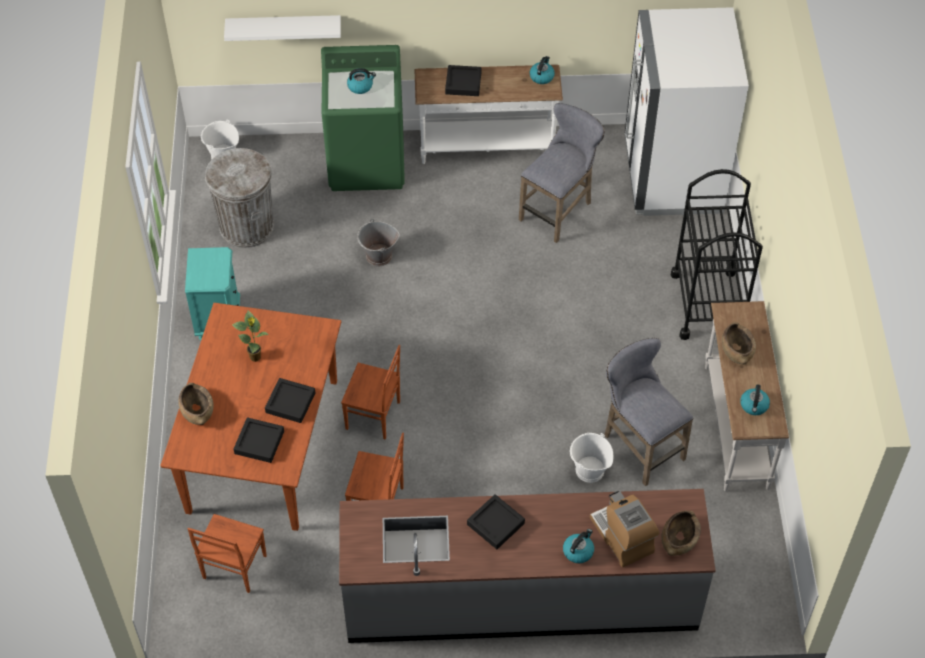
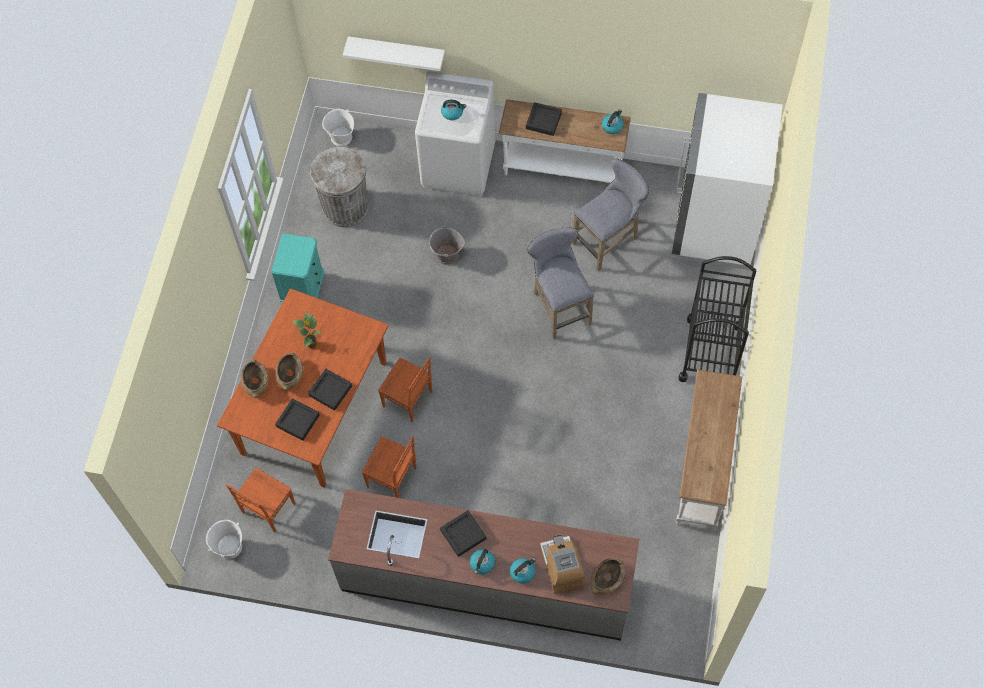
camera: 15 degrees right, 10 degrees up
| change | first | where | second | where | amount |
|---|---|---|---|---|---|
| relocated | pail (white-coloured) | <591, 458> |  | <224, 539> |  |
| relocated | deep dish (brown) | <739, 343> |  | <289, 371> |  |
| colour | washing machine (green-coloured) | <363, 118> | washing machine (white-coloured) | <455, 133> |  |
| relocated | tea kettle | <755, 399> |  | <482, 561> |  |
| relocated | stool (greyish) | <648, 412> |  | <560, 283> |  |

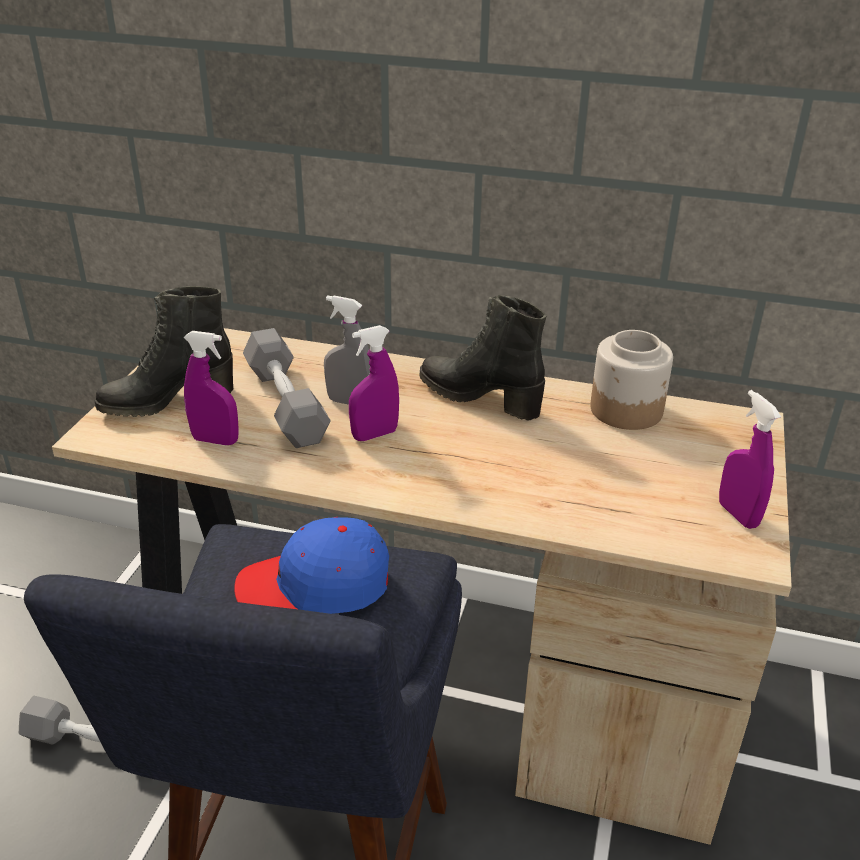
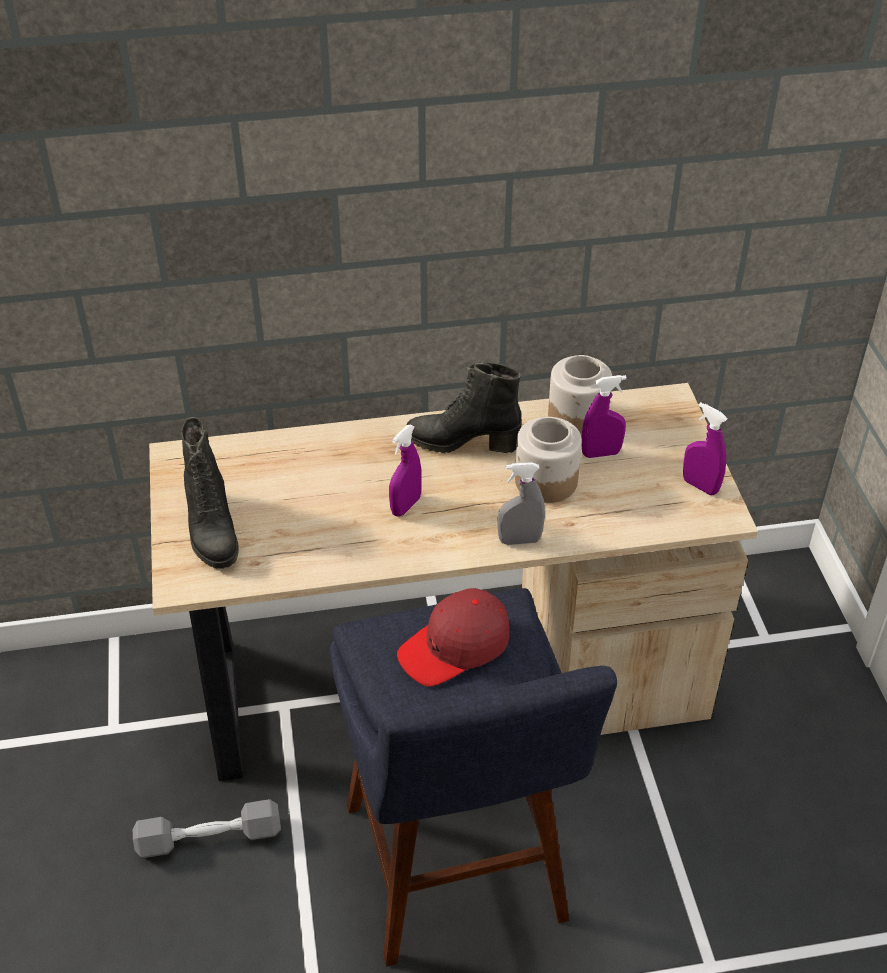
camera: 25 degrees left, 10 degrees up
| change | first | where | second | where | amount |
|---|---|---|---|---|---|
| spun | high-top boot (black) | <164, 351> |  | <210, 493> | 60 degrees counterclockwise |
| colour | cap (blue) | <311, 565> | cap (reddish) | <453, 637> |  |
| relocated | sprayer (greyish) | <347, 350> |  | <521, 503> |  |
| appeared |  |  | storage jar | <548, 460> |  |
| relocated | sprayer (purple) | <211, 388> |  | <604, 416> |  |
| missing | hand weight (greyish) | <287, 388> |  |  |  |

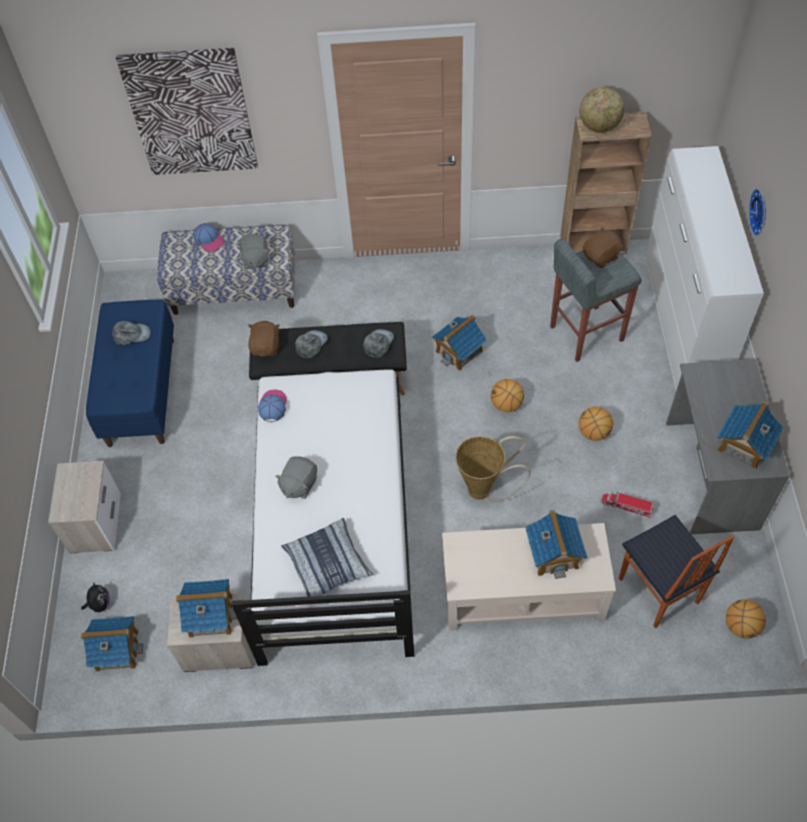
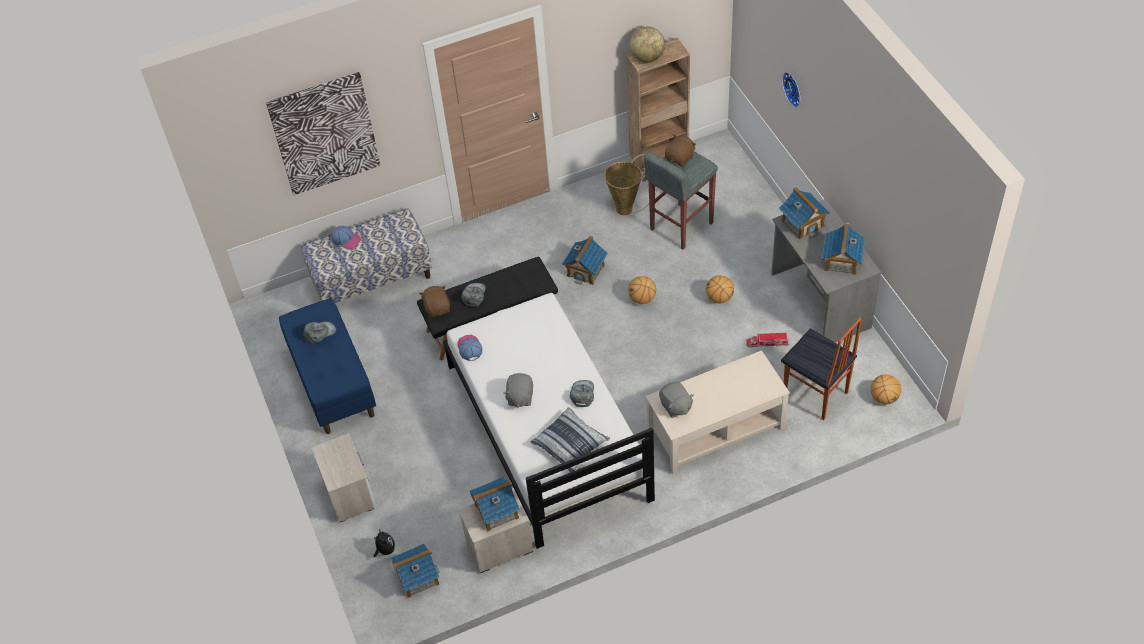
camera: 20 degrees left, 5 degrees down
| change | first | where | second | where | amount |
|---|---|---|---|---|---|
| relocated | cap (greyish) | <378, 343> |  | <582, 393> |  |
| relocated | storage basket | <493, 469> |  | <631, 184> |  |
| relocated | plush toy (greyish) | <253, 251> |  | <676, 400> |  |
| relocated | toy house | <556, 544> |  | <804, 213> |  |
| missing | drawer chest (white-coloured) | <704, 268> |  |  |  |

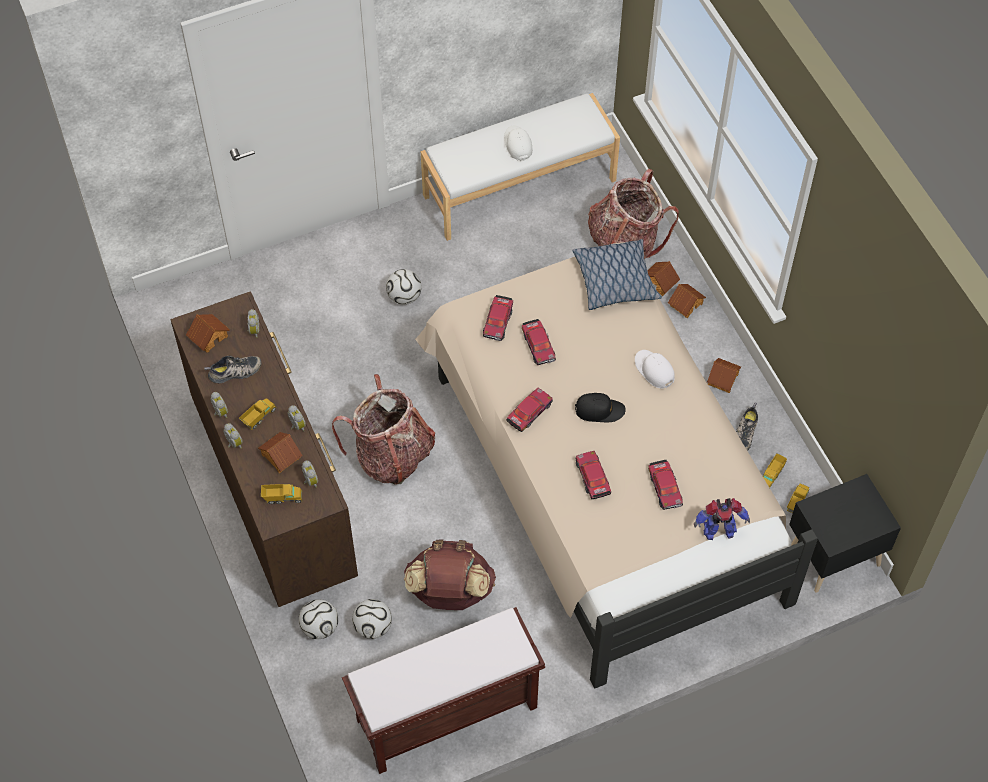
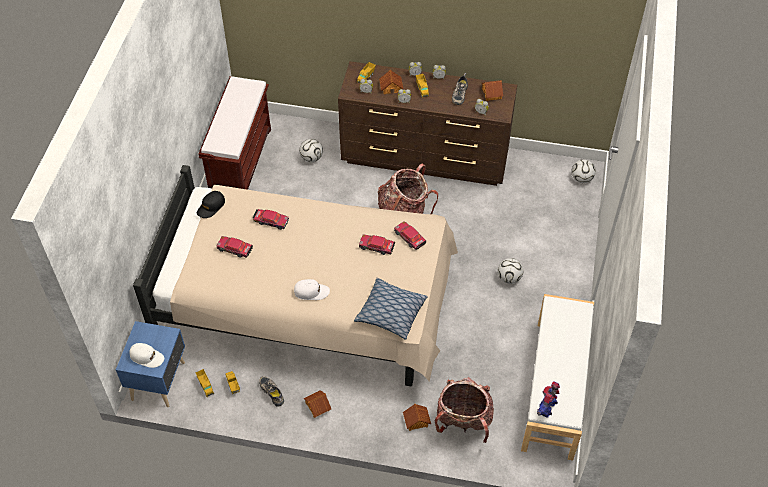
camera: 125 degrees right, 5 degrees down
| change | first | where | second | where | amount |
|---|---|---|---|---|---|
| colour | night table (black) | <845, 533> | night table (blue) | <150, 364> |  |
| relocated | cap (white-coloured) | <518, 143> |  | <146, 355> |  |
| relocated | cap (black) | <600, 407> |  | <211, 204> |  |
| relocated | model robot | <722, 519> |  | <548, 399> |  |
| relocated | football | <318, 619> |  | <583, 171> |  |
| missing | knapsack (brown) | <450, 574> |  |  |  |
| missing | toy car | <529, 410> |  |  |  |
| missing | toy house | <687, 301> |  |  |  |

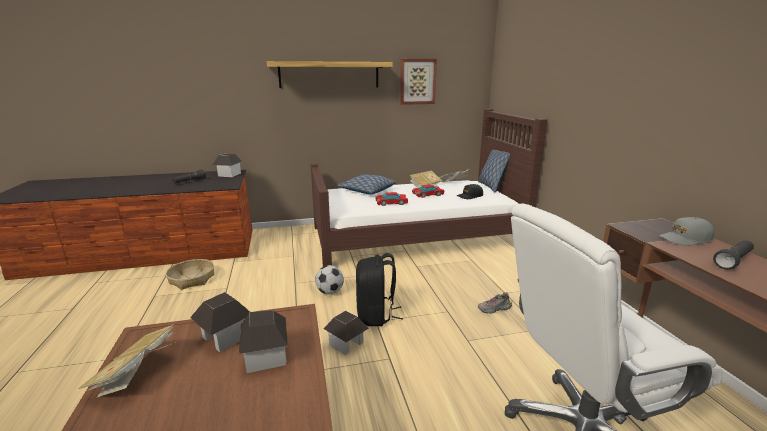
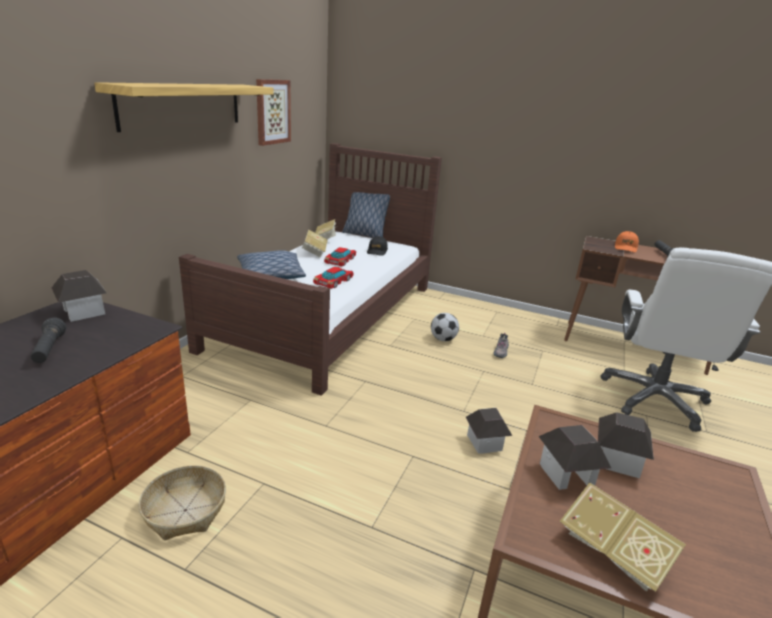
camera: 55 degrees left, 5 degrees up
| change | first | where | second | where | amount |
|---|---|---|---|---|---|
| relocated | football | <329, 279> |  | <445, 327> |  |
| colour | cap (greyish) | <686, 231> | cap (orange-coloured) | <627, 241> |  |
| missing | knapsack (black) | <379, 289> |  |  |  |

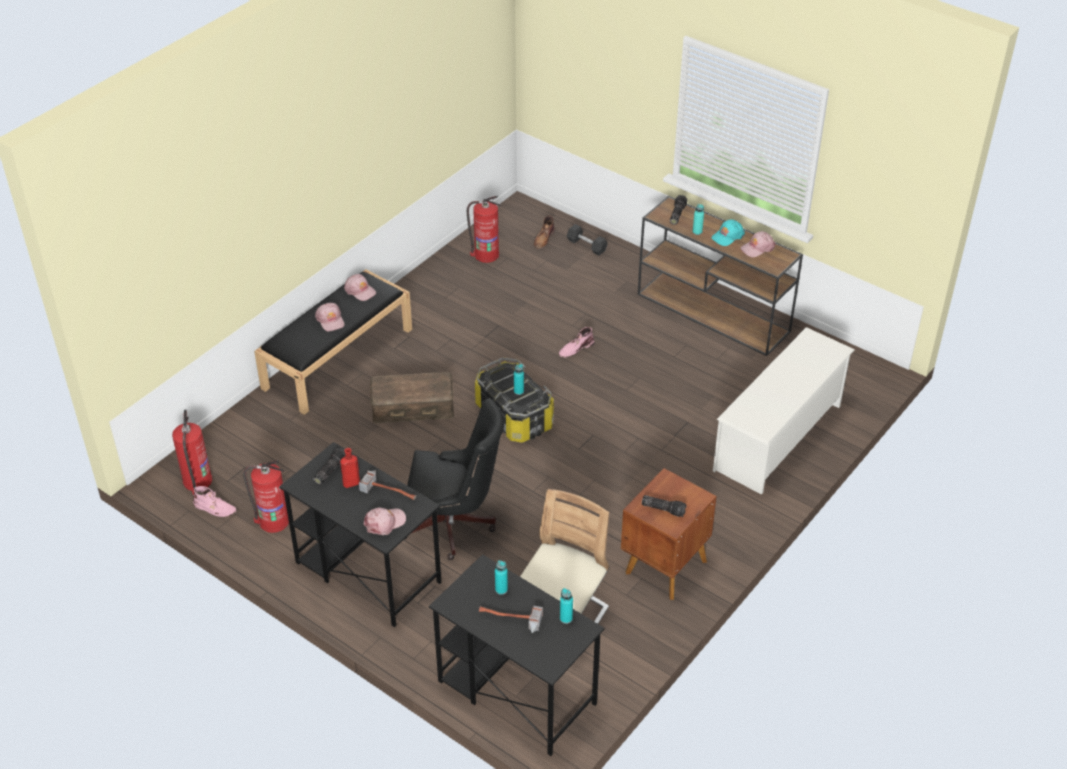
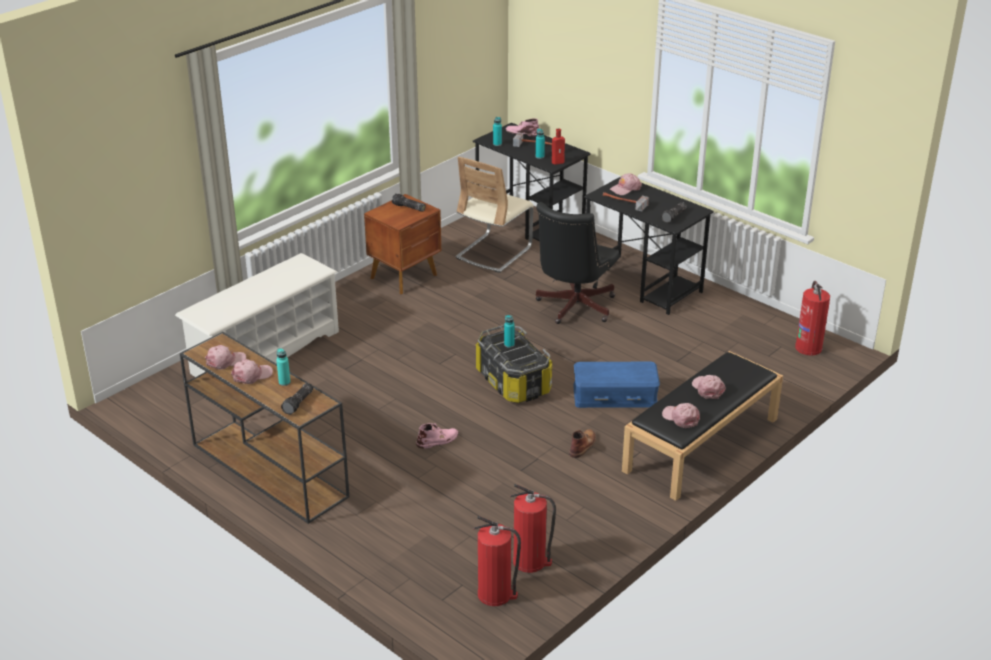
camera: 175 degrees left, 10 degrees down
| change | first | where | second | where | amount |
|---|---|---|---|---|---|
| colour | cap (turquoise) | <728, 232> | cap (pink-coloured) | <252, 371> |  |
| relocated | fire-fighting cylinder | <266, 496> |  | <497, 561> |  |
| relocated | high-top boot (pink-coloured) | <214, 501> |  | <522, 127> |  |
| spun | computer chair (black) | <454, 479> |  | <577, 263> | 75 degrees counterclockwise |
| relocated | beverage bottle (reddish) | <350, 468> |  | <558, 146> |  |
| relocated | high-top boot (brown) | <544, 232> |  | <582, 443> |  |
| colour | storage container (brown) | <412, 397> | storage container (blue) | <616, 385> |  |
| missing | hand weight (greyish) | <587, 239> |  |  |  |

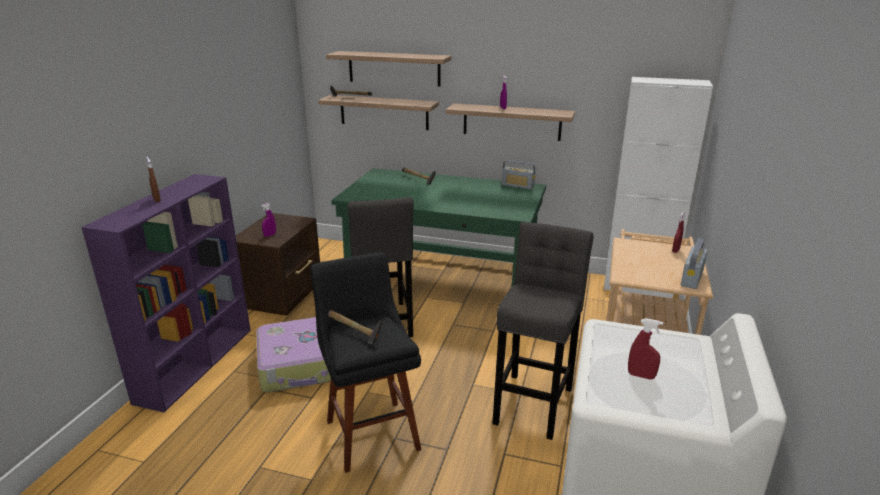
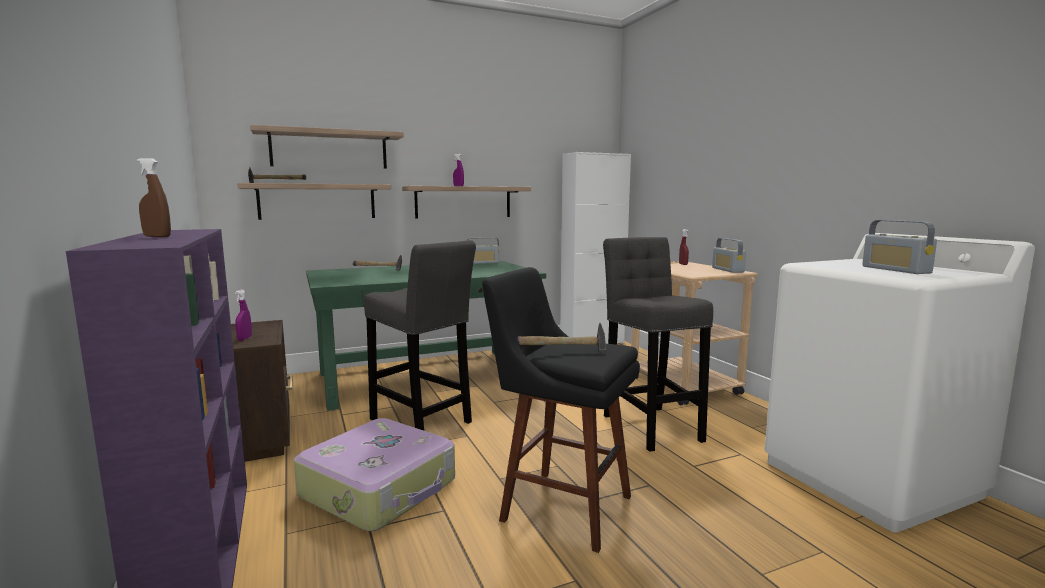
camera: 40 degrees left, 15 degrees down
| change | first | where | second | where | amount |
|---|---|---|---|---|---|
| exchanged | sprayer (reddish) | <645, 348> | radio set | <899, 247> |  |

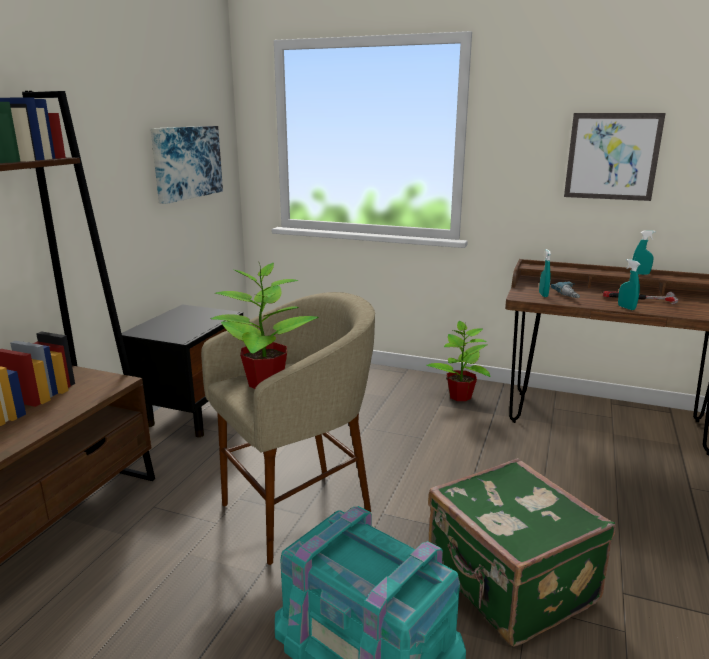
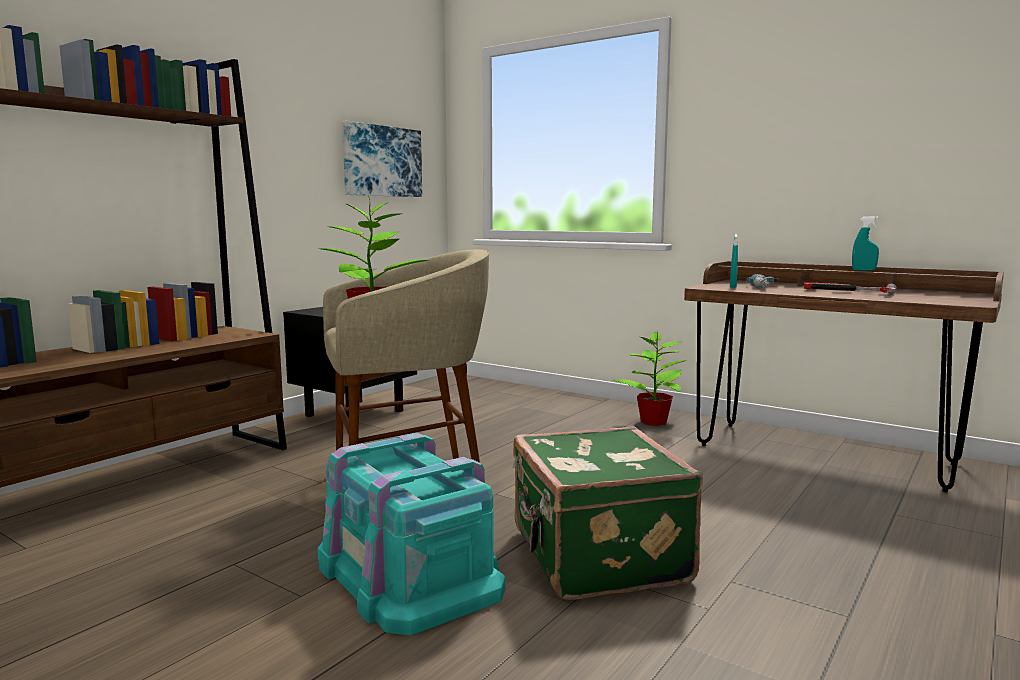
camera: 15 degrees right, 10 degrees down
| change | first | where | second | where | amount |
|---|---|---|---|---|---|
| missing | wall picture | <615, 157> |  |  |  |
| missing | sprayer (turquoise) | <629, 284> |  |  |  |

